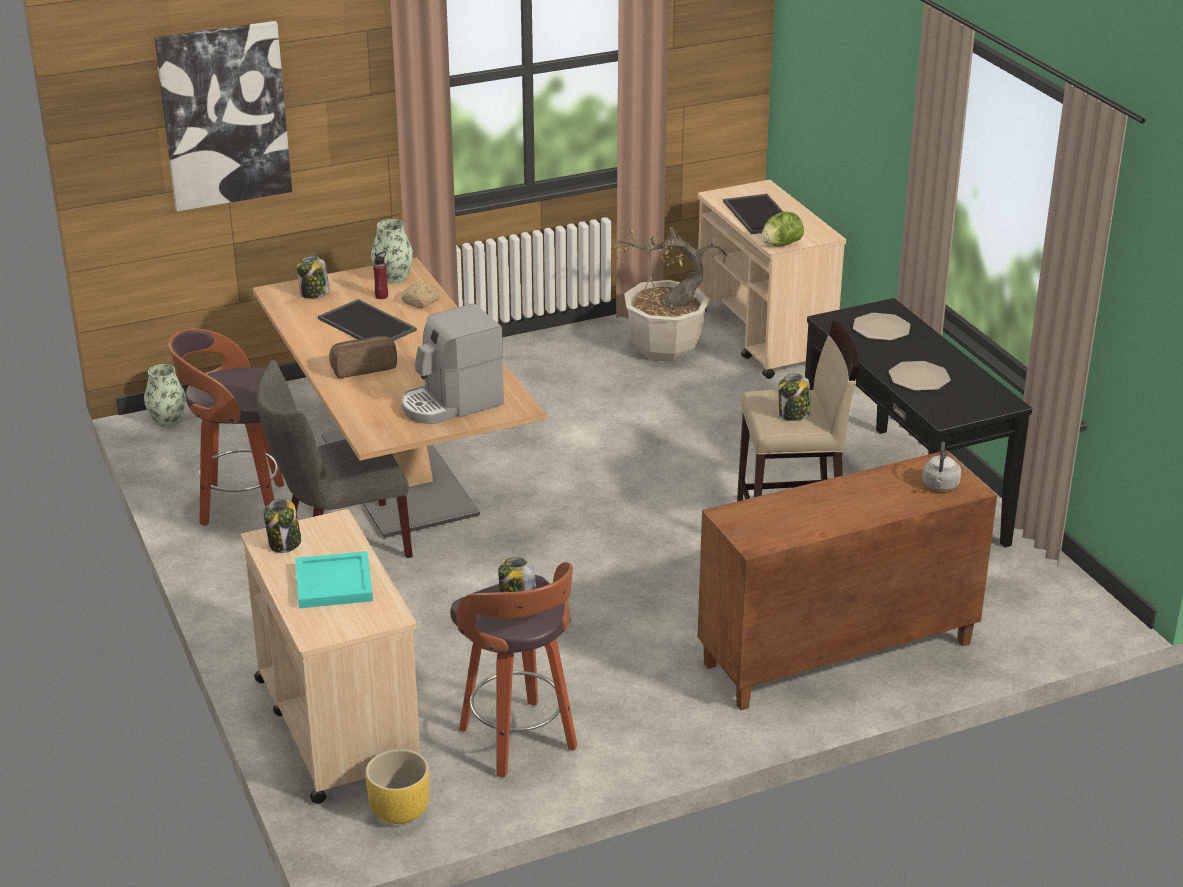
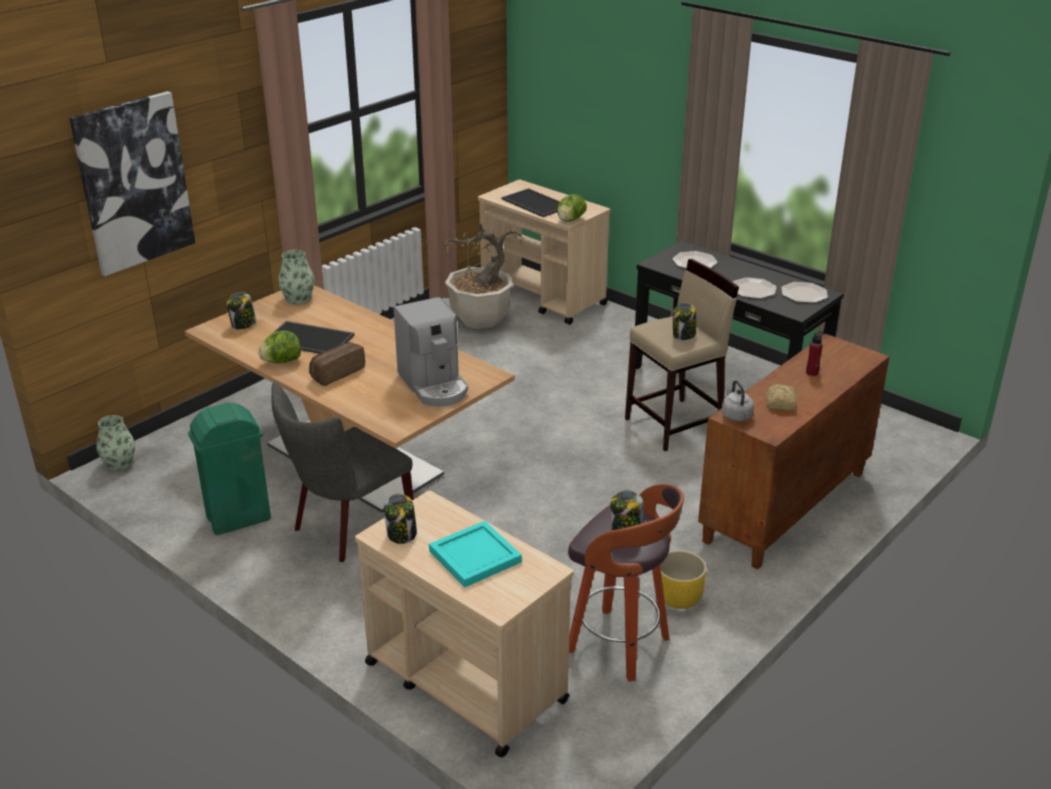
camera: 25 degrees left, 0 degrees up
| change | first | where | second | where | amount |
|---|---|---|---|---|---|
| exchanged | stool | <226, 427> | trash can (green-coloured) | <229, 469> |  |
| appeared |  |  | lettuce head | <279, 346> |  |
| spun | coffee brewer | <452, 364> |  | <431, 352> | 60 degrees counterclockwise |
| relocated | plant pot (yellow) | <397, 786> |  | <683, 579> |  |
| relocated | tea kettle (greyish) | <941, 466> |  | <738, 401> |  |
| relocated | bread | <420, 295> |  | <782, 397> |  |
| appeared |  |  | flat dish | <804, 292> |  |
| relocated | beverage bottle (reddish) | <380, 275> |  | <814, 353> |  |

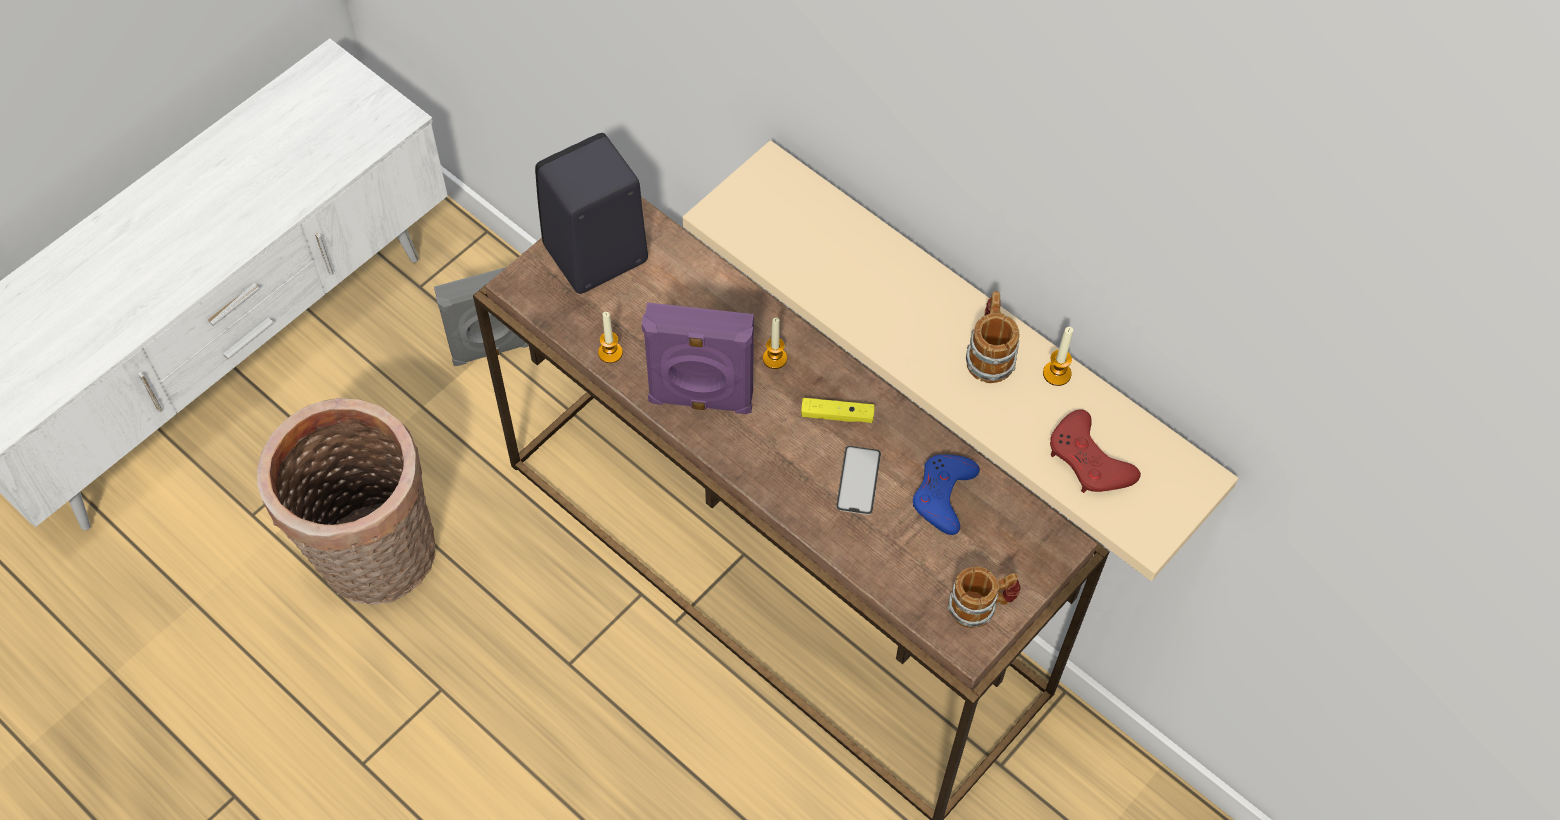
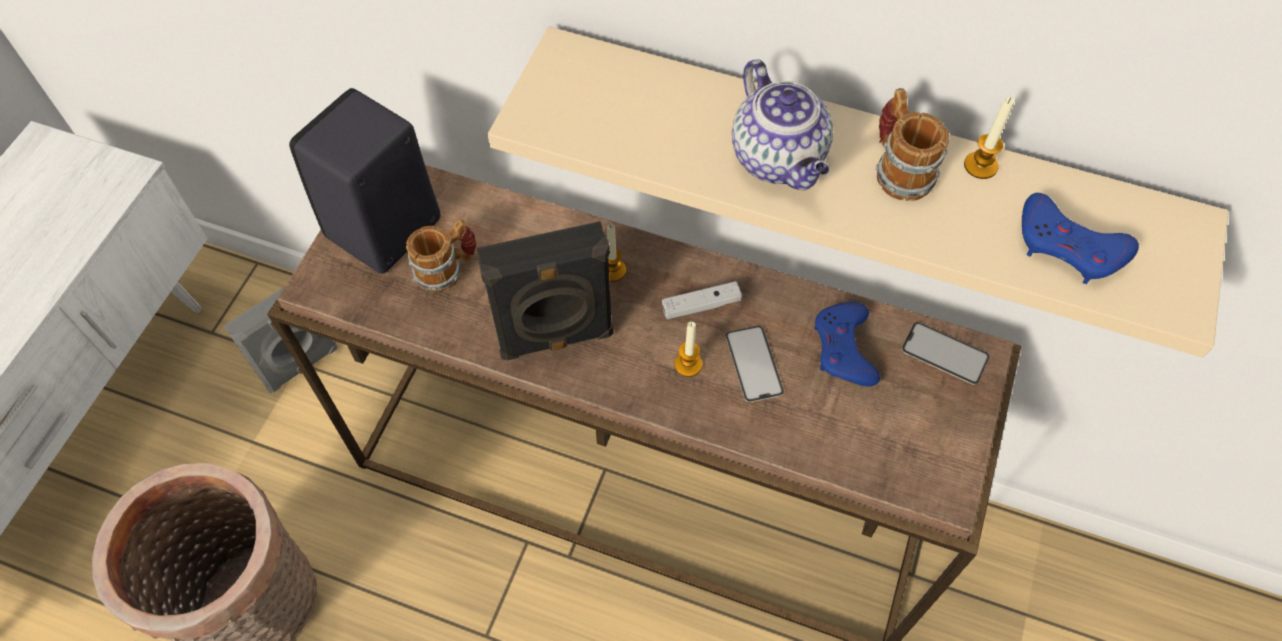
camera: 20 degrees left, 0 degrees up
| change | first | where | second | where | amount |
|---|---|---|---|---|---|
| relocated | coffee mug | <984, 597> |  | <441, 256> |  |
| colour | audio speaker (purple) | <698, 358> | audio speaker (black) | <545, 290> |  |
| colour | gamepad (yellow) | <838, 410> | gamepad (white-coloured) | <702, 300> |  |
| relocated | wax candle | <610, 337> |  | <688, 349> |  |
| appeared |  |  | tea pot | <782, 124> |  |
| appeared |  |  | phone | <945, 353> |  |
| colour | gamepad (reddish) | <1095, 451> | gamepad (blue) | <1080, 238> |  |

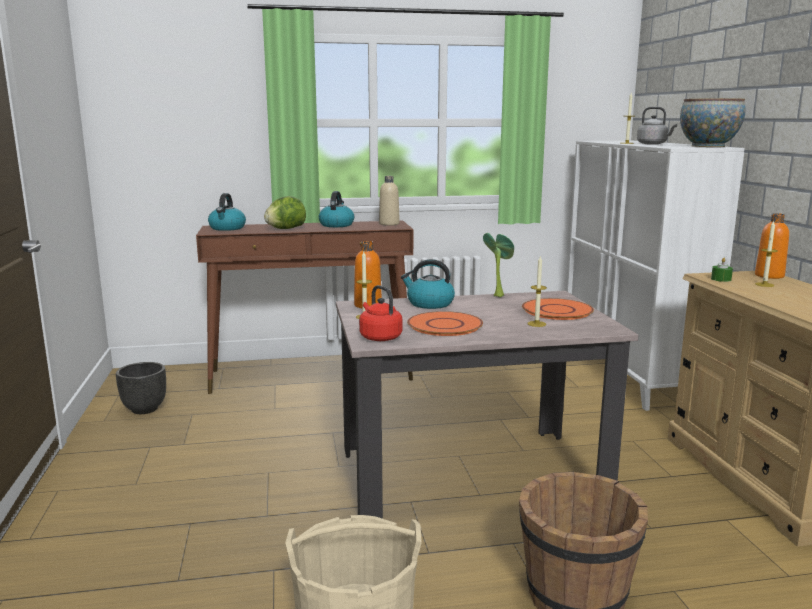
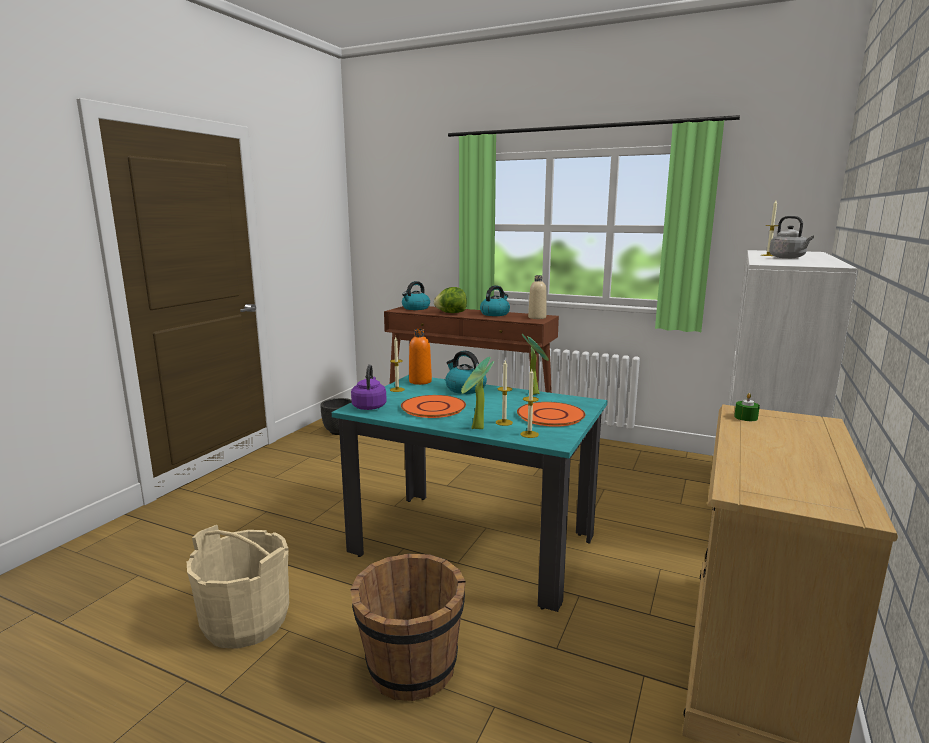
camera: 35 degrees right, 0 degrees up
| change | first | where | second | where | amount |
|---|---|---|---|---|---|
| colour | kitchen table (beige-coloured) | <487, 405> | kitchen table (turquoise) | <469, 493> |  |
| colour | tea kettle (reddish) | <380, 313> | tea kettle (purple) | <369, 387> |  |
| appeared |  |  | plant in a pot | <477, 393> |  |
| relocated | wax candle | <766, 254> |  | <530, 403> |  |
| missing | deep dish | <713, 122> |  |  |  |
| missing | beverage bottle (orange-coloured) | <772, 246> |  |  |  |

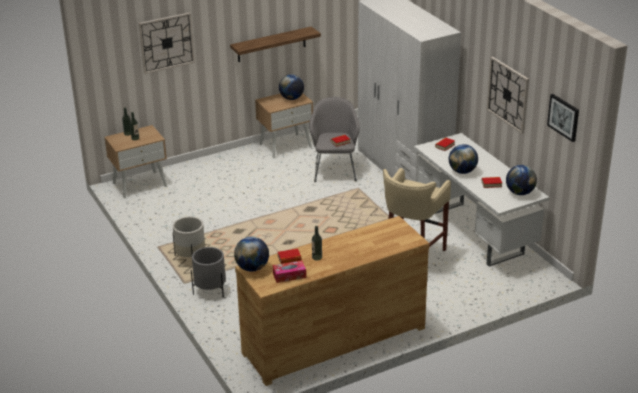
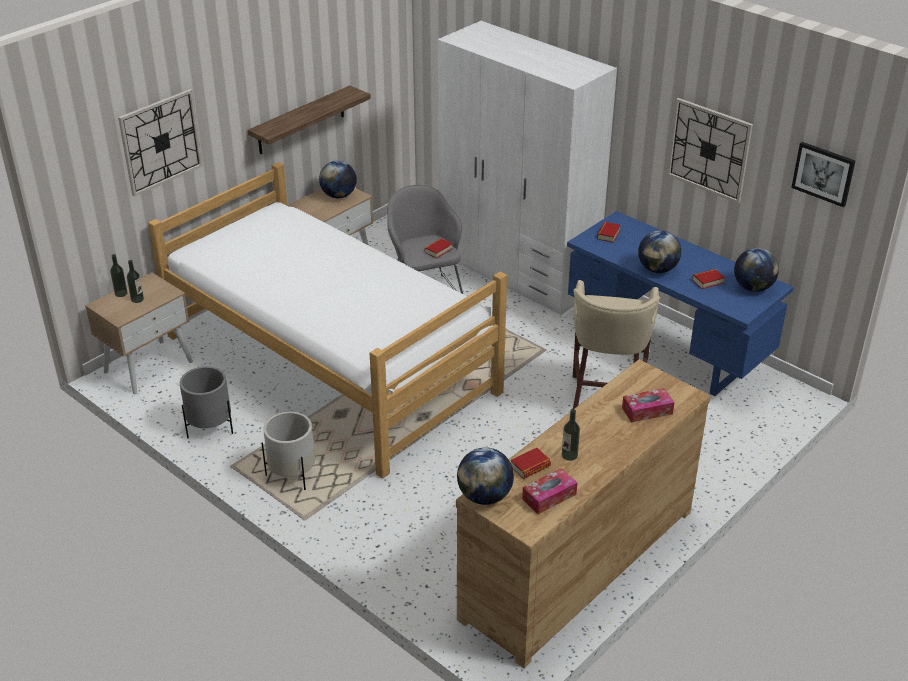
camera: 20 degrees left, 5 degrees up
| change | first | where | second | where | amount |
|---|---|---|---|---|---|
| appeared |  |  | bed | <327, 320> |  |
| relocated | plant pot (greyish) | <208, 272> |  | <206, 402> |  |
| colour | desk table (white-coloured) | <481, 200> | desk table (blue) | <680, 303> |  |
| appeared |  |  | tissue holder | <648, 405> |  |

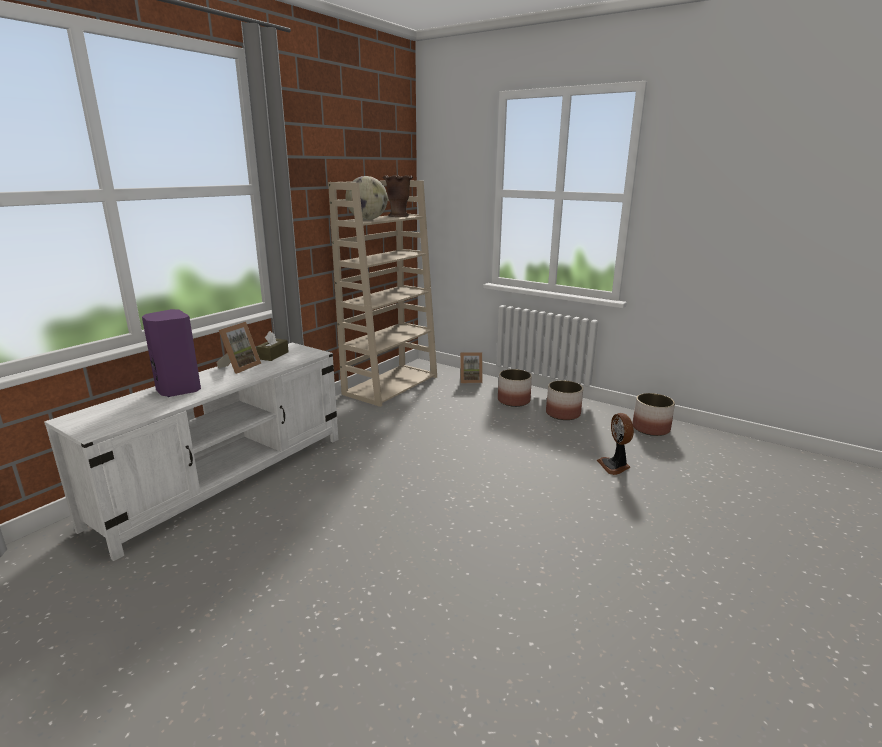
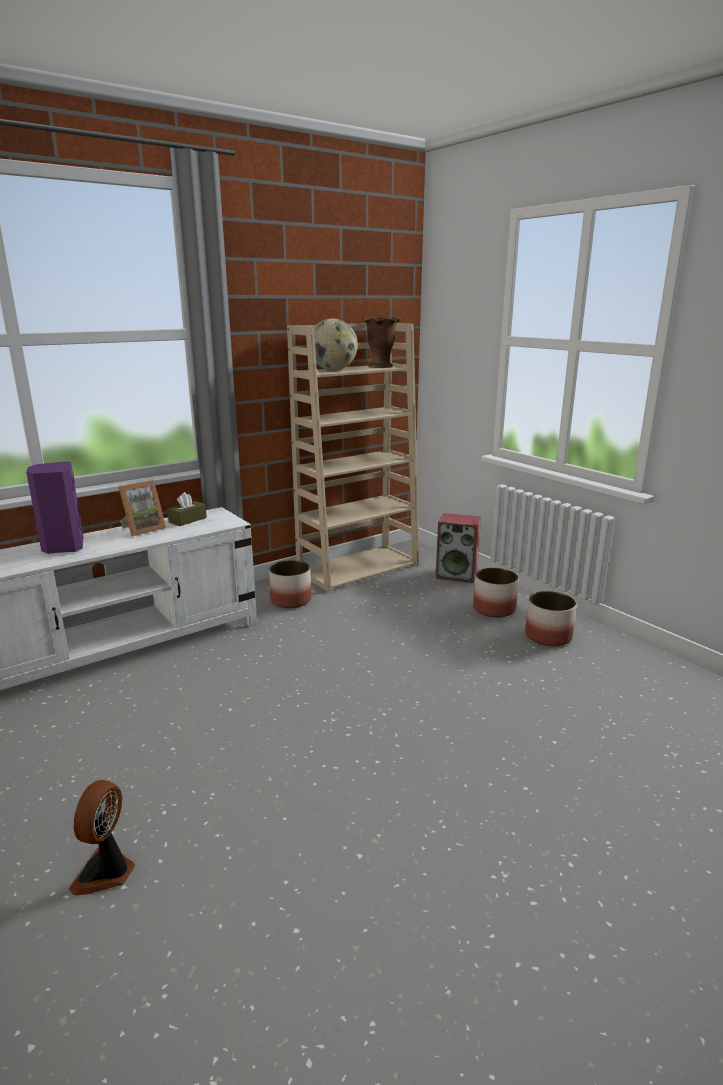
camera: 20 degrees right, 0 degrees up
| change | first | where | second | where | amount |
|---|---|---|---|---|---|
| relocated | fan | <615, 444> |  | <102, 837> |  |
| relocated | plant pot | <653, 414> |  | <290, 584> |  |
| exchanged | photo frame | <471, 367> | audio speaker | <458, 548> |  |

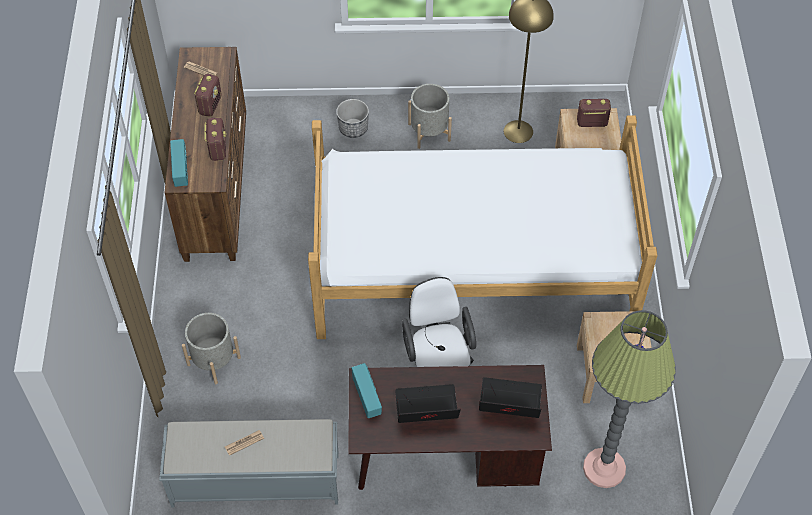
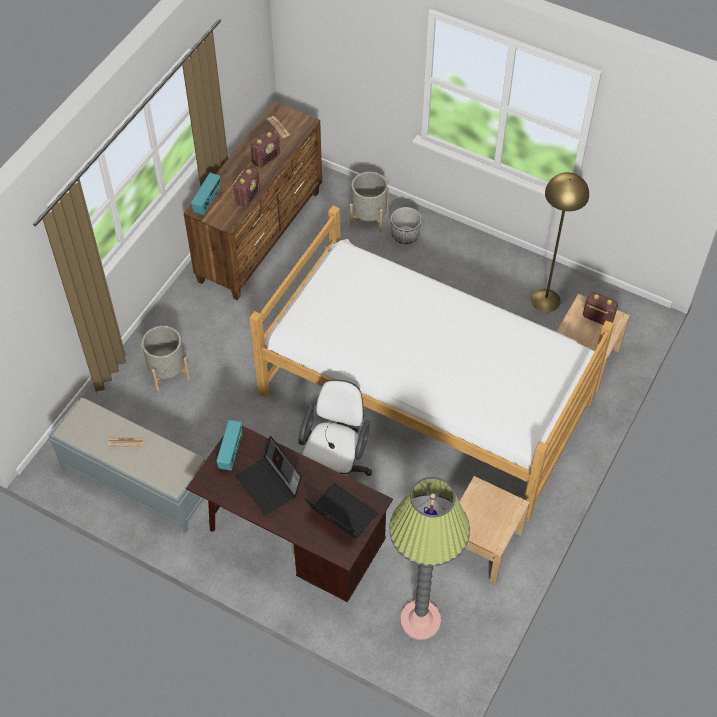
camera: 30 degrees right, 0 degrees up
| change | first | where | second | where | amount |
|---|---|---|---|---|---|
| spun | portable computer | <428, 403> |  | <268, 476> | 150 degrees counterclockwise |
| relocated | plant pot (greyish) | <430, 116> |  | <369, 202> |  |

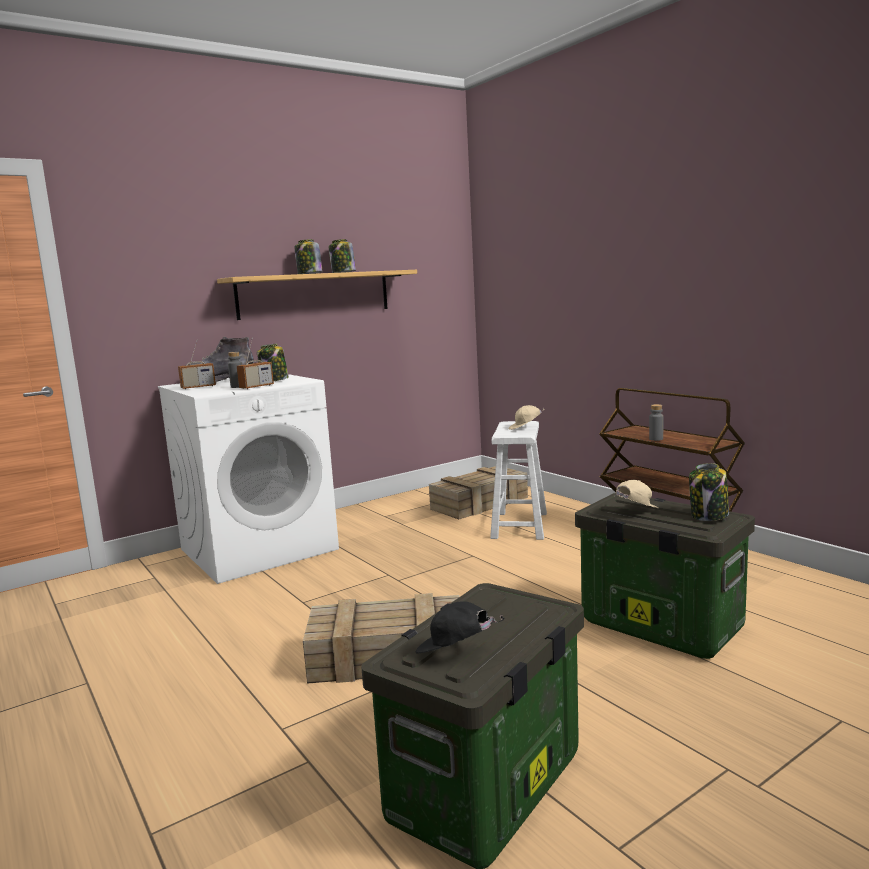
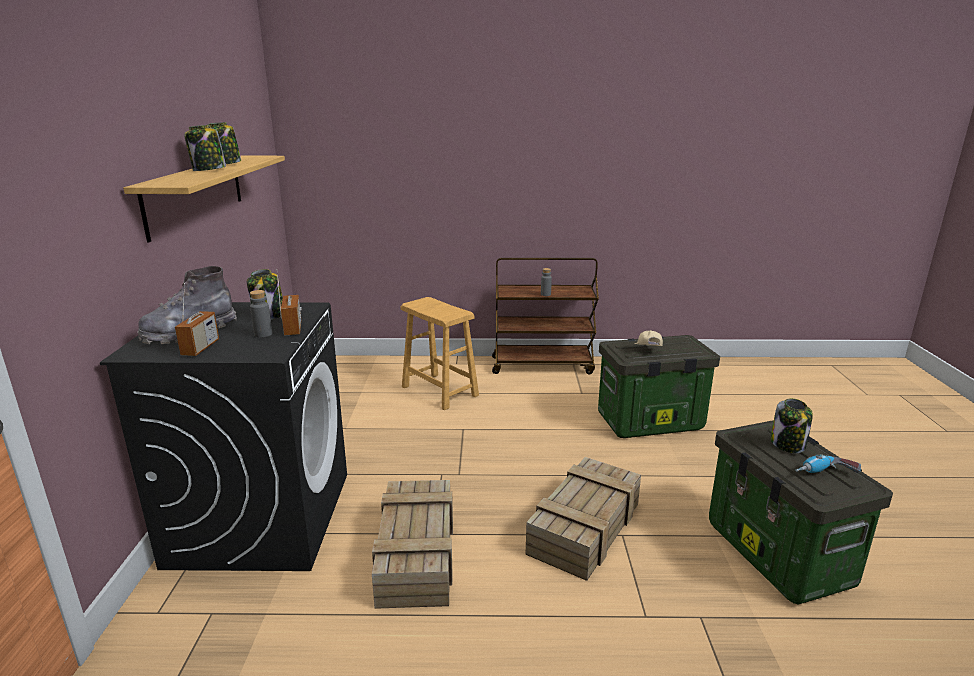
camera: 55 degrees left, 10 degrees up
| change | first | where | second | where | amount |
|---|---|---|---|---|---|
| colour | washing machine (white-coloured) | <248, 479> | washing machine (black) | <223, 436> |  |
| relocated | crate | <478, 492> |  | <412, 544> |  |
| colour | stool (white-coloured) | <518, 480> | stool (brown) | <440, 353> |  |
| relocated | storage jar | <709, 492> |  | <792, 425> |  |
| exchanged | cap (black) | <460, 627> | electric drill | <828, 463> |  |
| missing | cap (beige-coloured) | <526, 417> |  |  |  |

